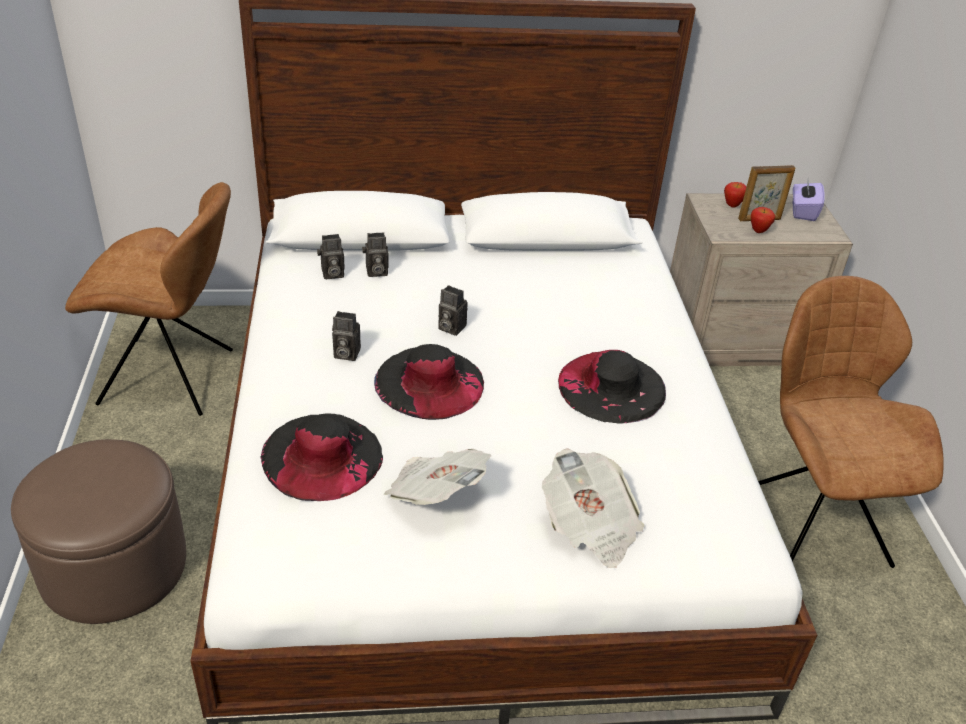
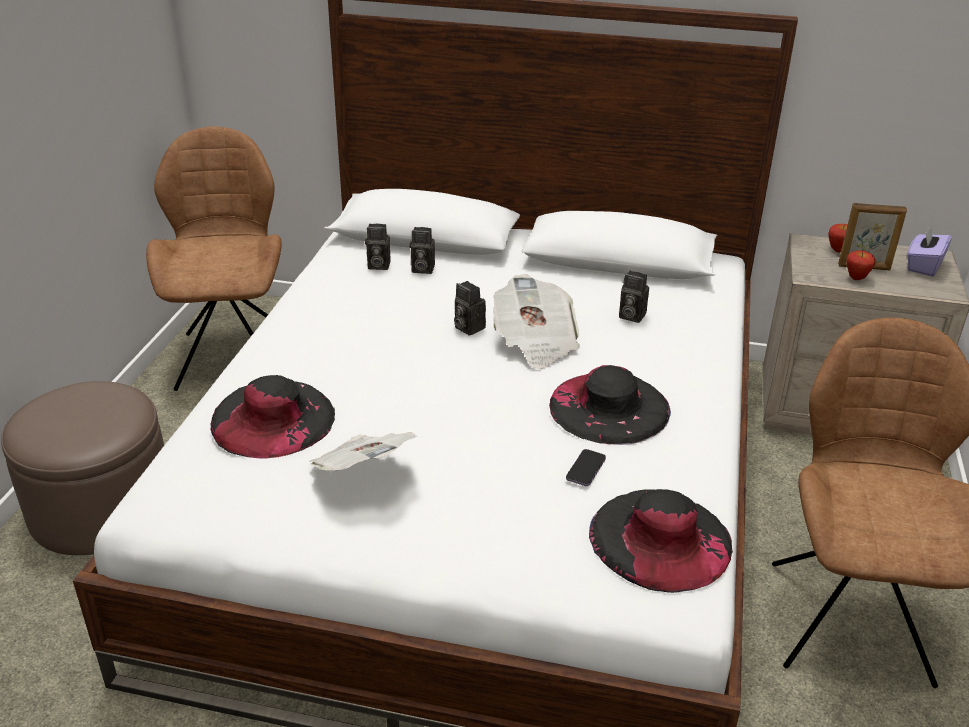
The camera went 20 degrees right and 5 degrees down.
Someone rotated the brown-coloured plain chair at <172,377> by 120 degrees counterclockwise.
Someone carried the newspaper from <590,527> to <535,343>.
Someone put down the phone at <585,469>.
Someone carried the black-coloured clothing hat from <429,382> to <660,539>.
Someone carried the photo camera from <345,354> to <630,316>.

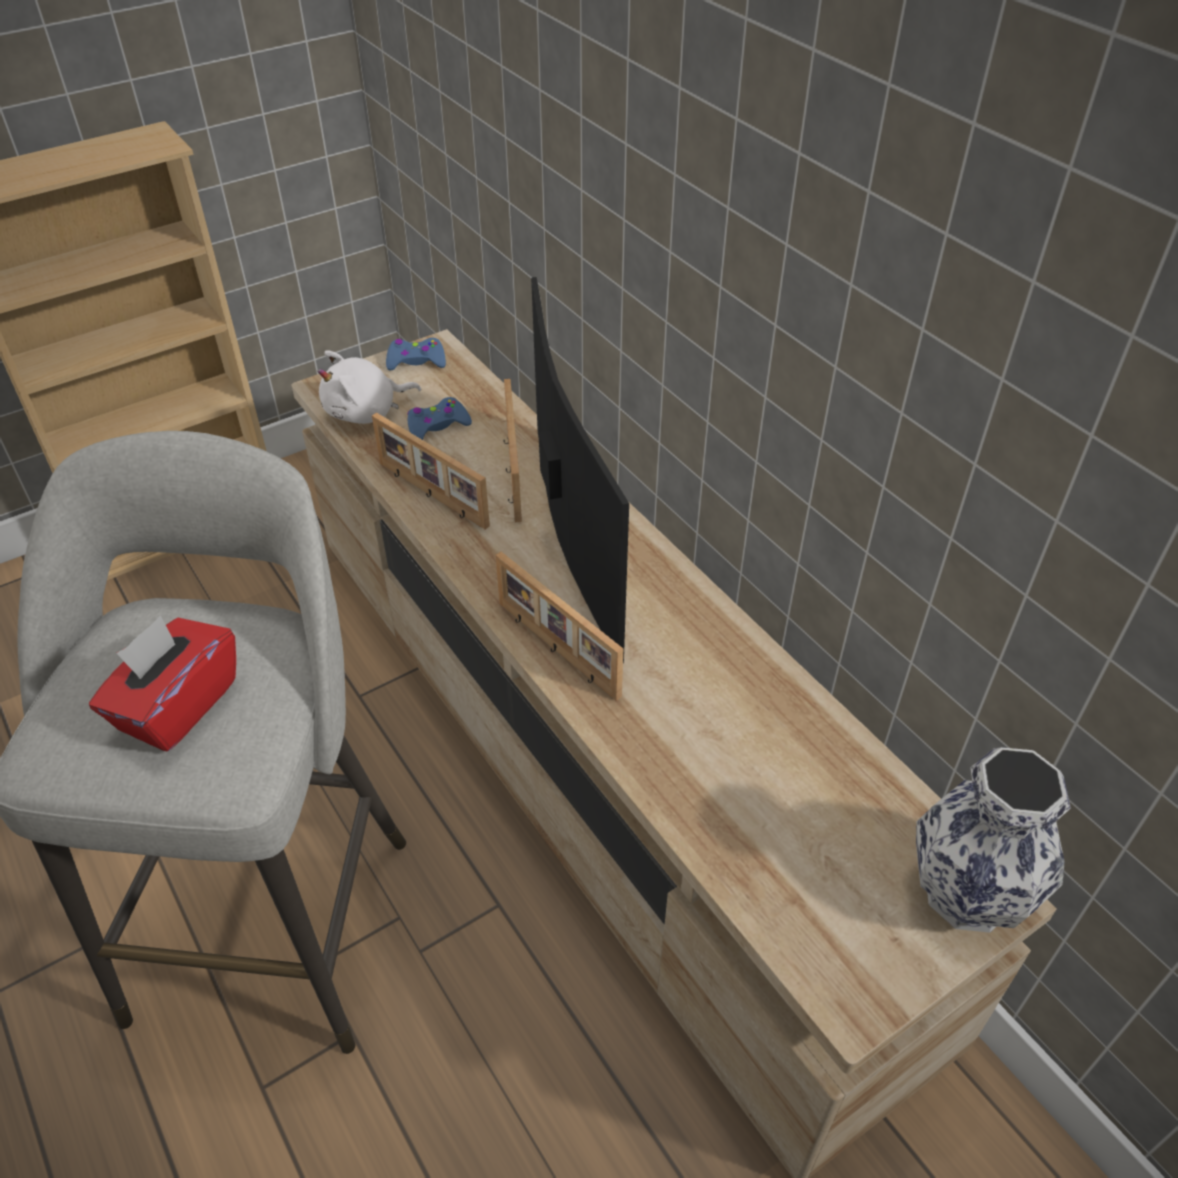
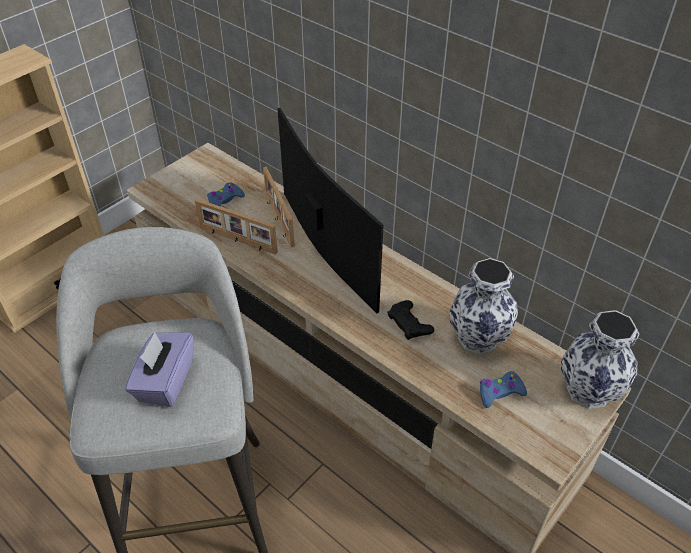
The camera went 15 degrees left and 0 degrees up.
Someone repainted the red box of tissues at <177,705>, which became the purple box of tissues at <165,381>.
Someone put down the black-coloured game controller at <409,323>.
Someone put down the decorative vase at <479,337>.
Someone carried the blue-coloured game controller from <416,361> to <500,392>.
Someone took away the white-coloured cuddly toy at <366,412>.
Someone took away the picture frame at <556,650>.

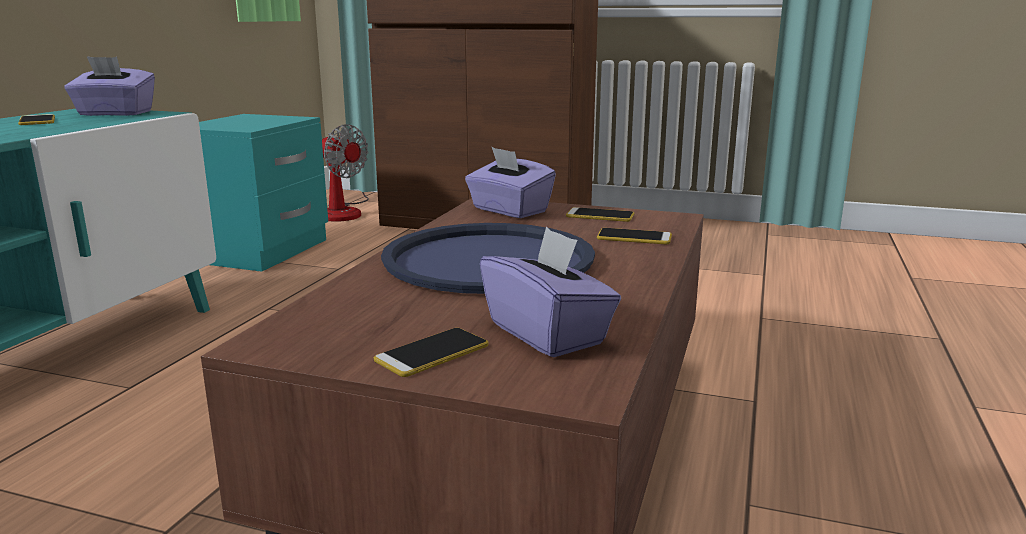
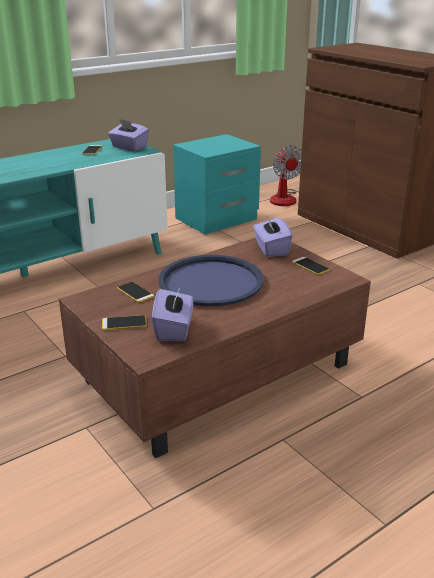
The camera went 35 degrees right and 10 degrees up.
Someone carried the phone from <634,237> to <135,292>.

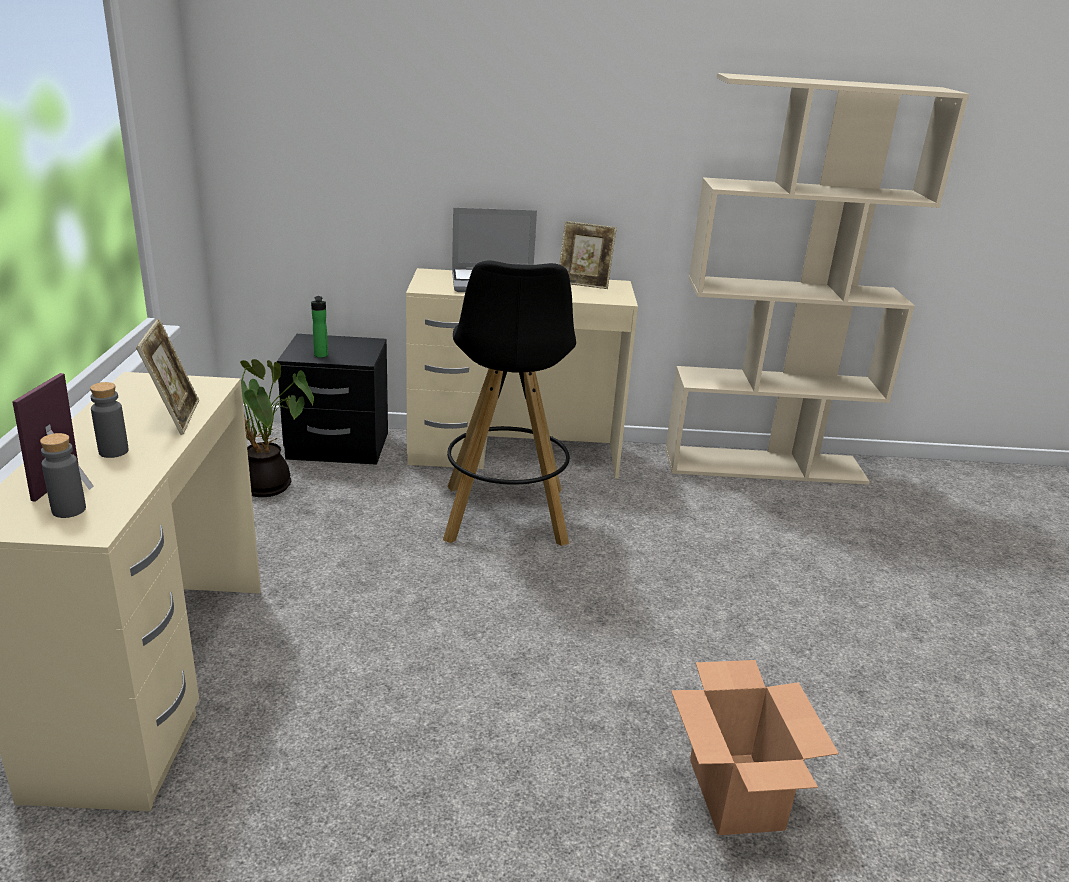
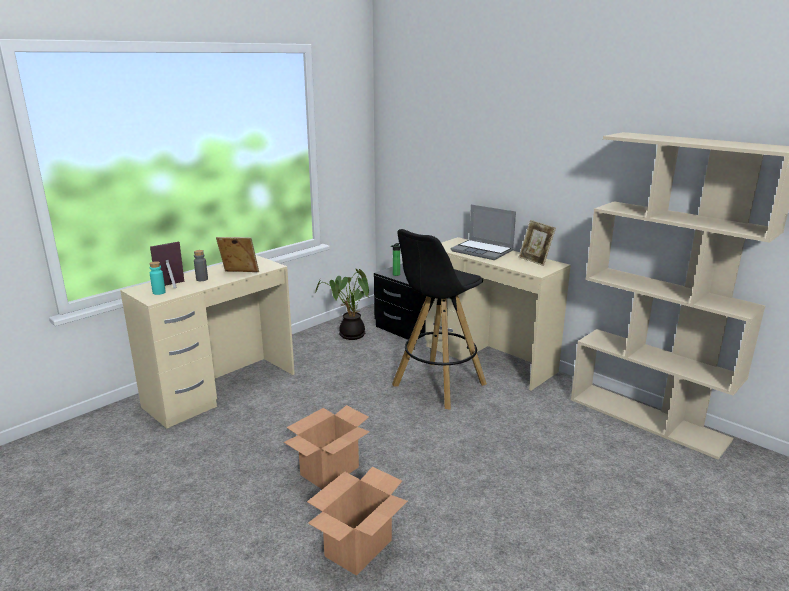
The camera went 45 degrees right and 5 degrees down.
Someone repainted the gray beverage bottle at <69,510>, which became the turquoise-coloured beverage bottle at <159,292>.
Someone rotated the picture frame at <175,417> by 120 degrees counterclockwise.
Someone put down the cardboard box at <329,471>.

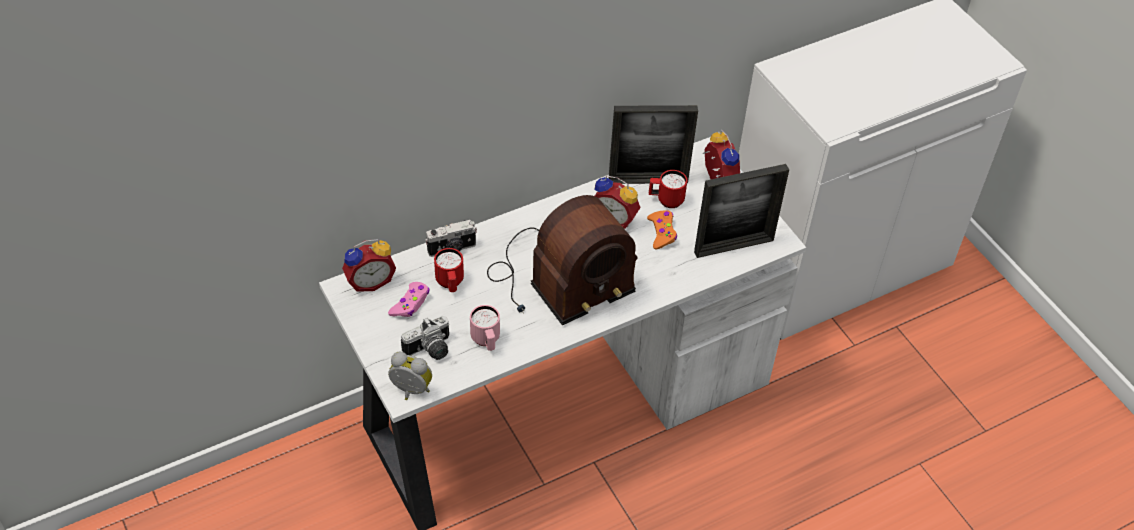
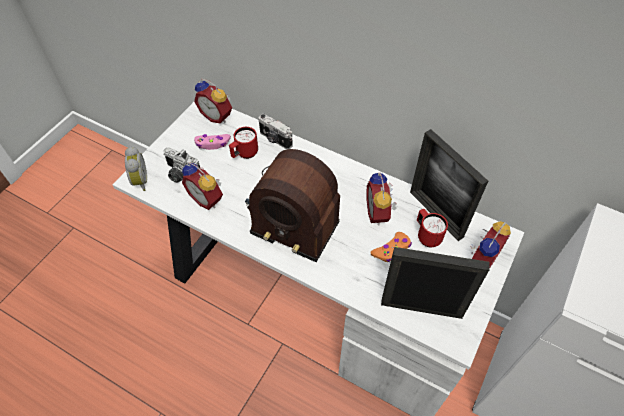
The camera went 60 degrees right and 5 degrees up.
Someone swapped the pink-coloured coffee mug at <486,341> for the alarm clock at <207,198>.
Someone rotated the picture frame at <734,246> by 150 degrees clockwise.

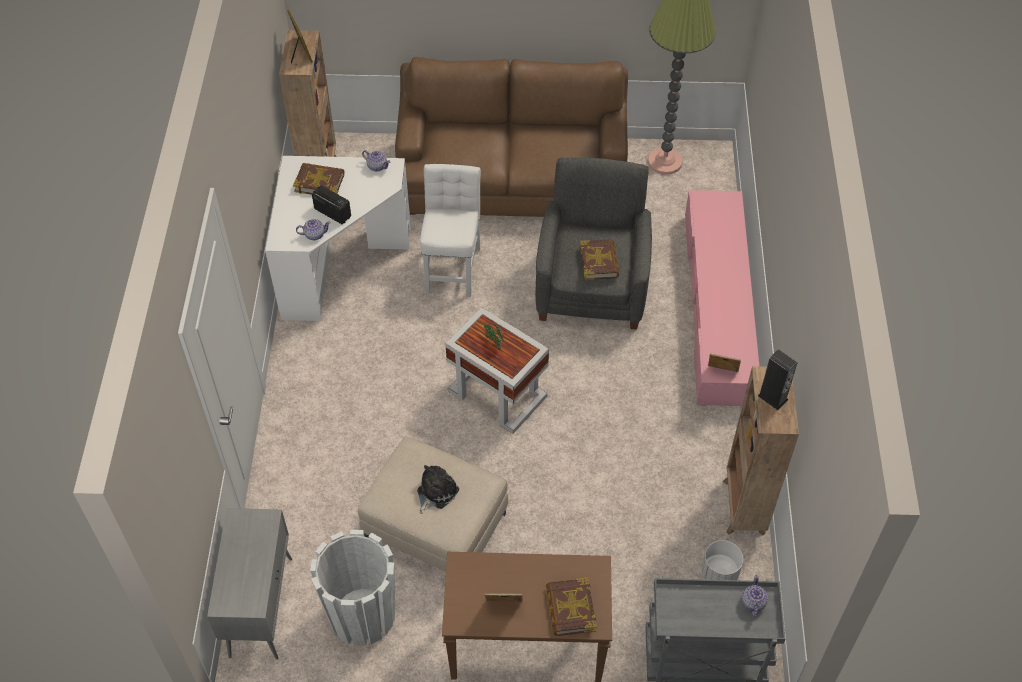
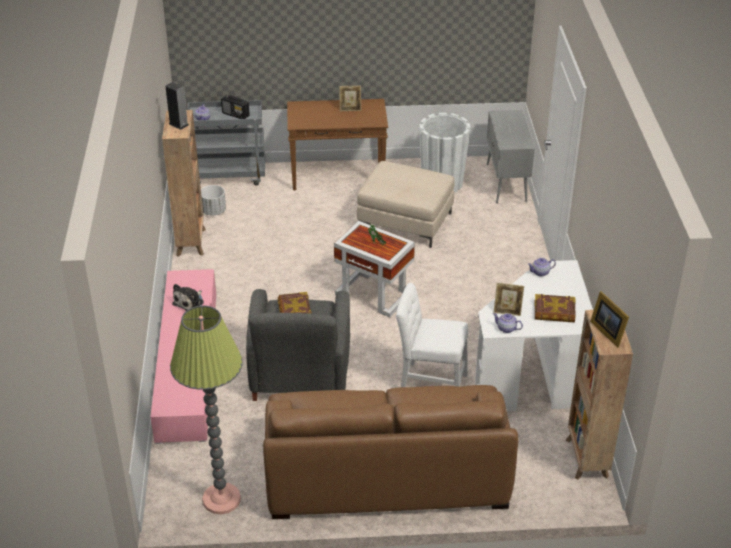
The camera went 175 degrees right and 15 degrees down.
Someone carried the cuddly toy from <435,492> to <189,302>.
Someone carried the radio receiver from <332,212> to <236,114>.
Someone rotated the white-coloured plain chair at <452,266> by 105 degrees clockwise.
Someone carried the picture frame from <722,372> to <507,311>.
Someone took away the book at <570,609>.

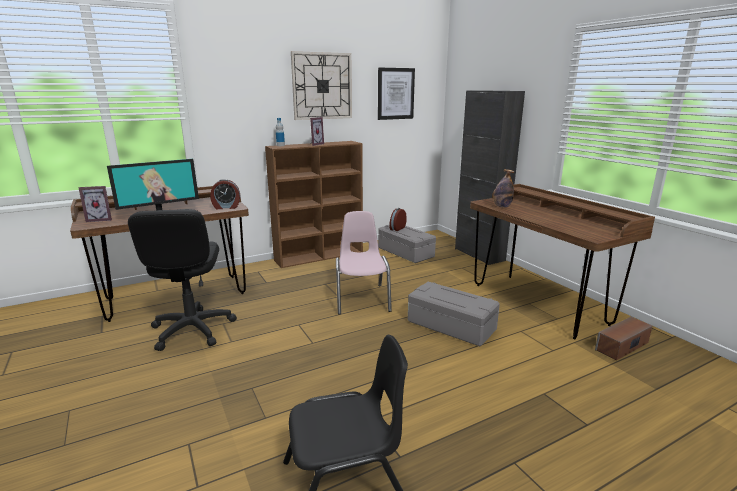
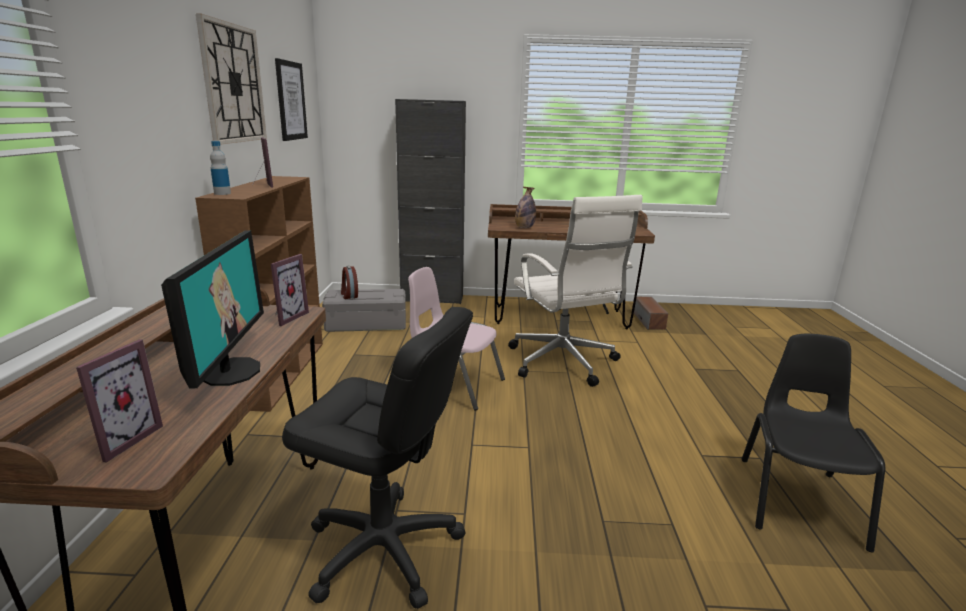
The camera went 60 degrees left and 0 degrees up.
Someone swapped the alarm clock at <226,207> for the picture frame at <285,317>.
Someone swapped the gray storage bin at <450,326> for the white-coloured office chair at <563,363>.

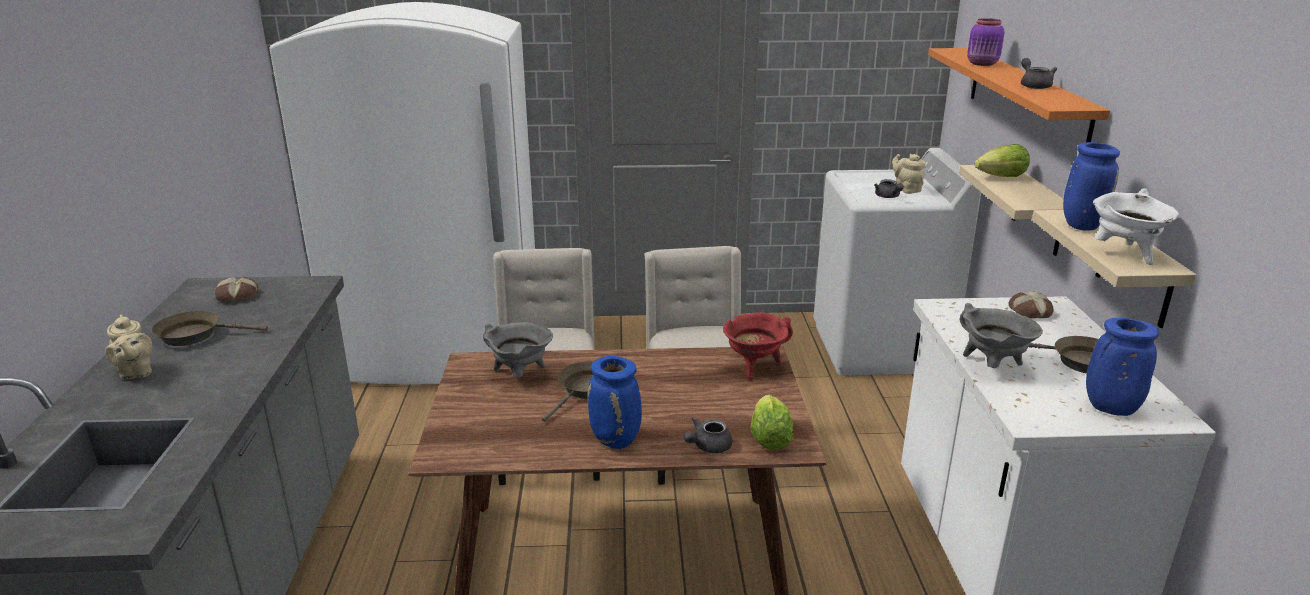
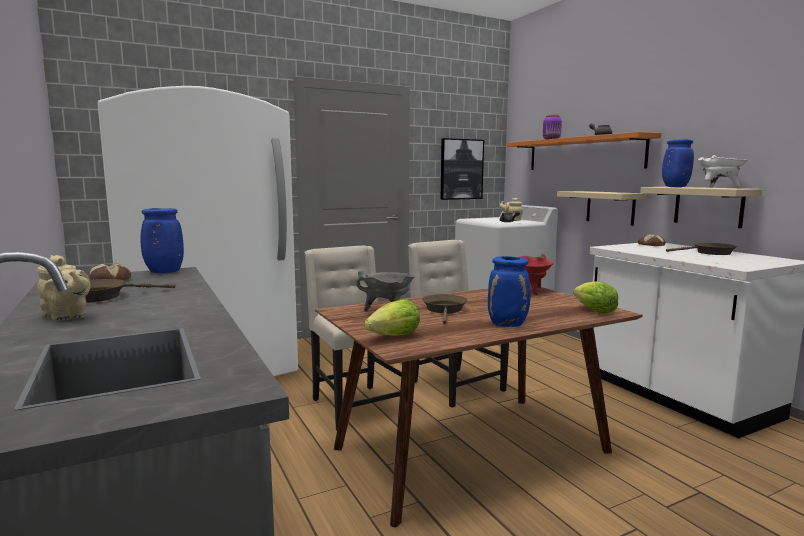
The camera went 25 degrees left and 15 degrees down.
Someone carried the blue-coloured decorative vase from <1109,408> to <163,272>.
Someone carried the lettuce from <1002,177> to <395,336>.
Someone put up the wall picture at <461,169>.
Someone took away the gray pot for tea at <707,446>.
Someone took away the gray saucepot at <992,366>.

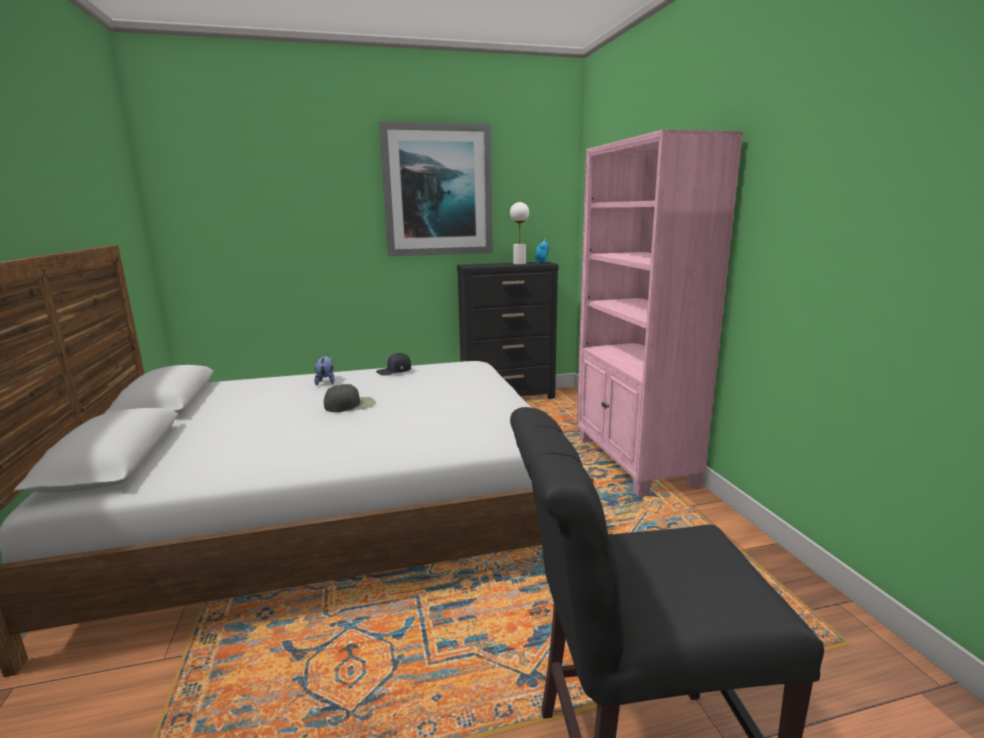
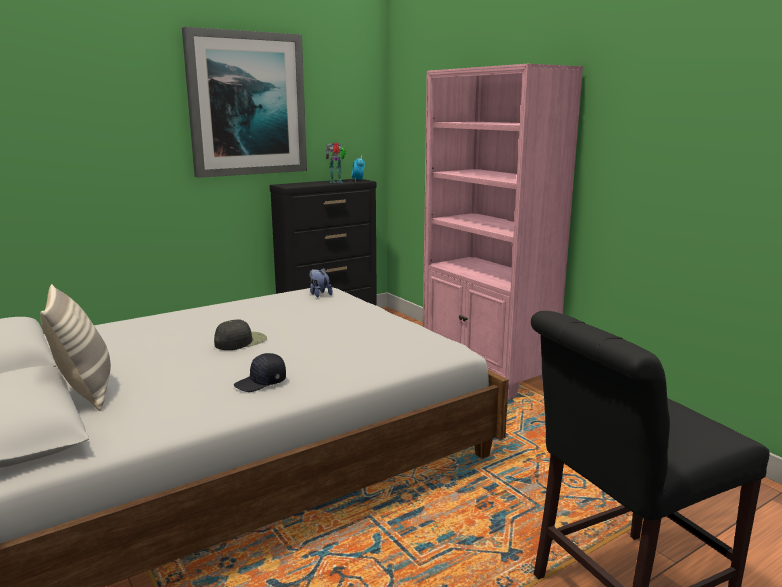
The camera went 20 degrees left and 0 degrees up.
Someone put down the cushion at <86,391>.
Someone carried the black-coloured cap from <394,372> to <261,383>.
Someone carried the cuddly toy from <326,382> to <319,294>.
Someone swapped the white-coloured lamp for a table at <519,264> for the model robot at <336,182>.

